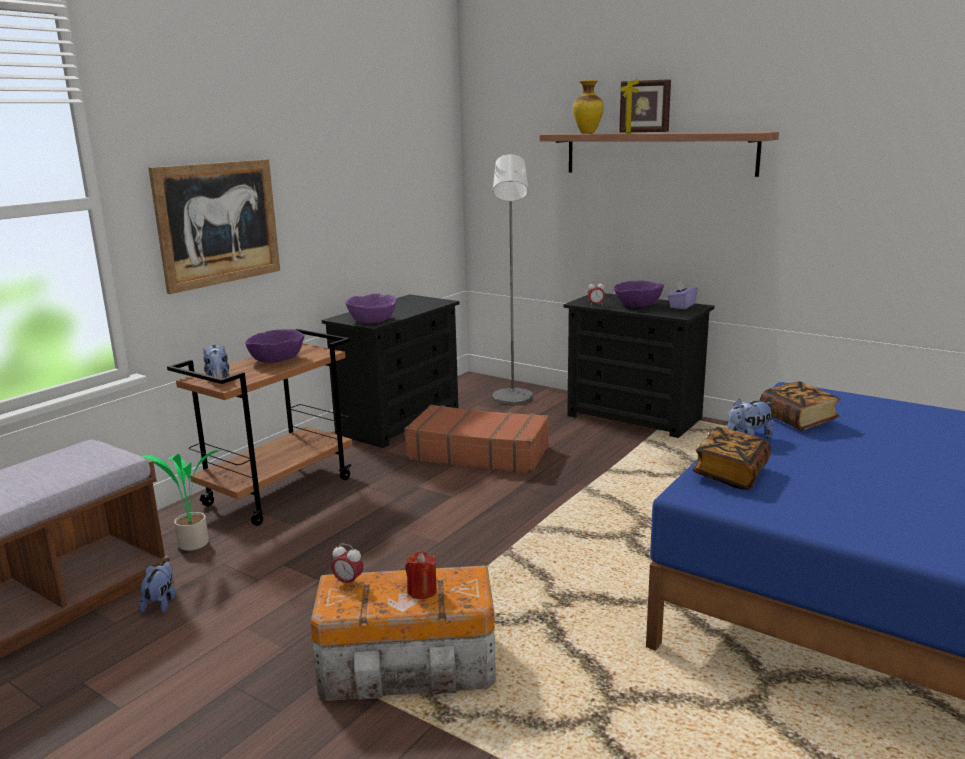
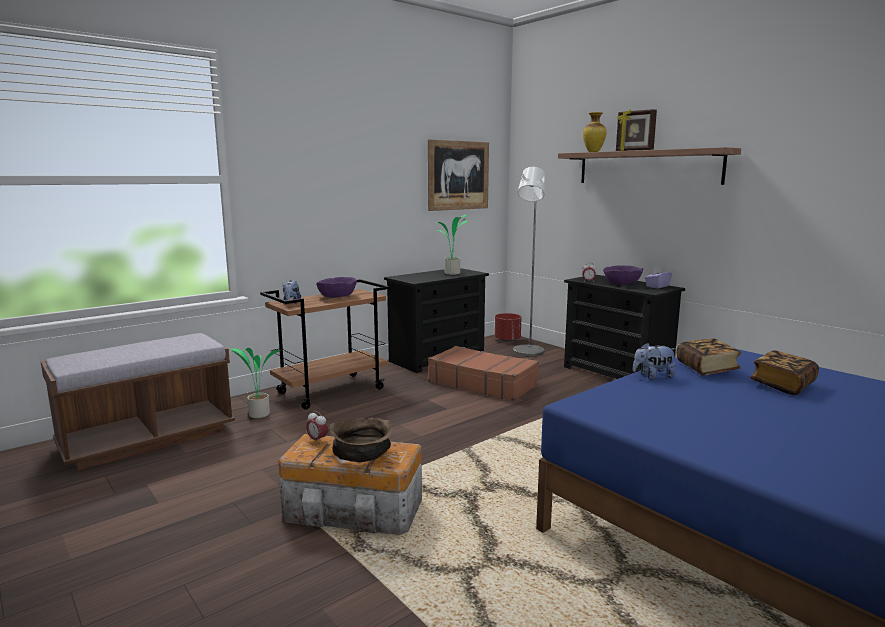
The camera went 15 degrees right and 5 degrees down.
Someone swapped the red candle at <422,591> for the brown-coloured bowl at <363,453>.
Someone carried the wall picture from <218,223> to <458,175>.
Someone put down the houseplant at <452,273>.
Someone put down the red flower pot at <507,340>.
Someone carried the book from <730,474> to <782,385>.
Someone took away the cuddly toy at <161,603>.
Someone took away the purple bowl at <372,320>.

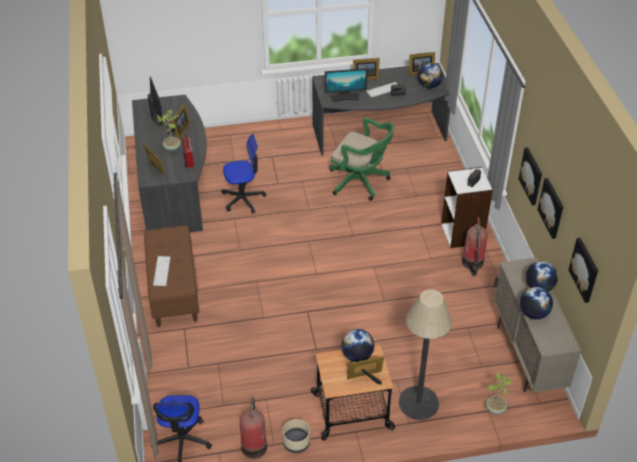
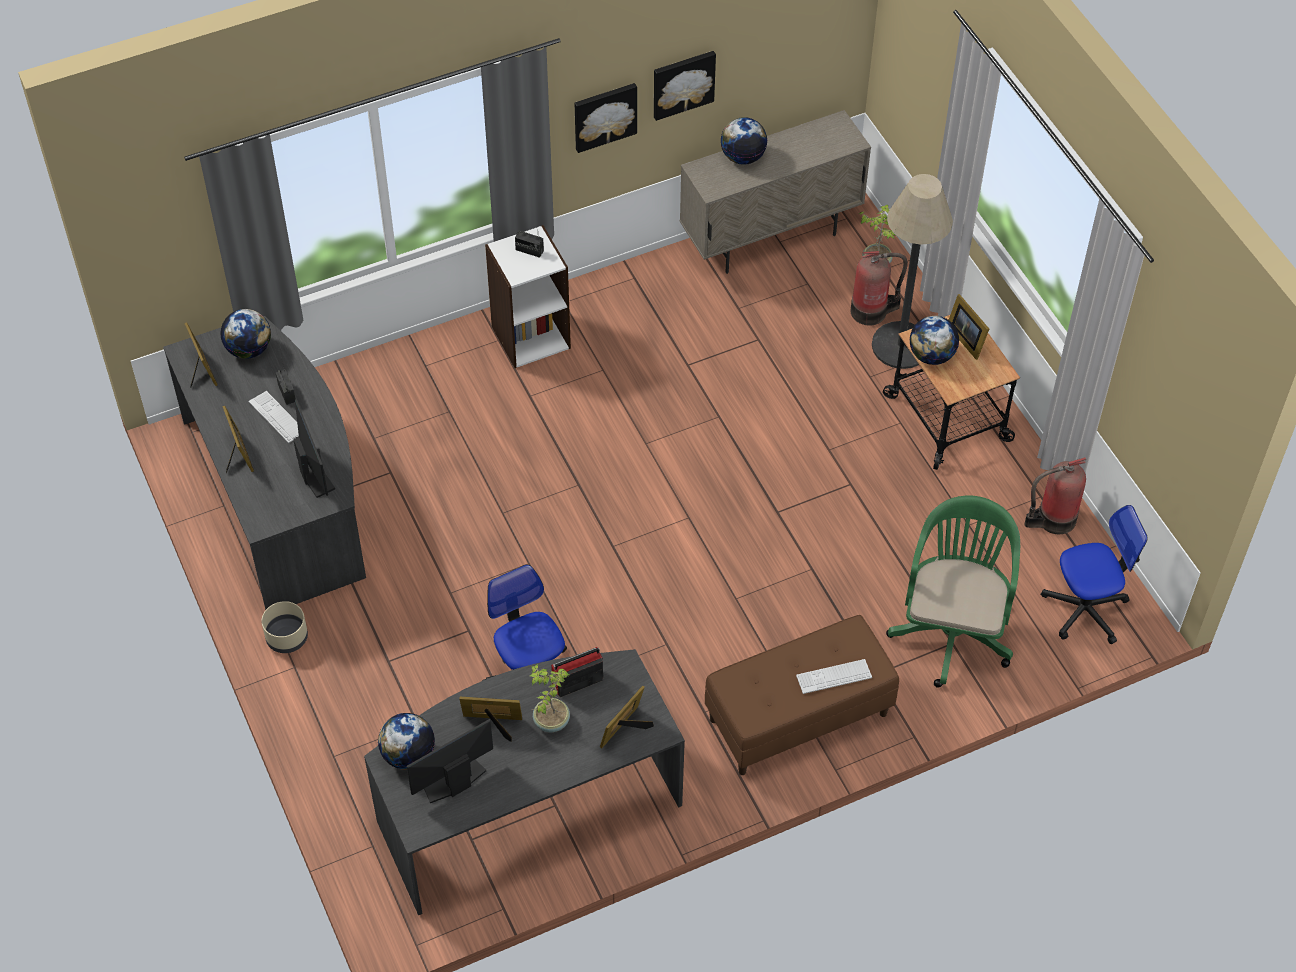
The camera went 105 degrees left and 10 degrees up.
Someone carried the beige flower pot from <296,442> to <286,637>.
Someone carried the globe from <533,313> to <408,754>.
Someone carried the fire extinguisher from <472,263> to <871,311>.
Someone carried the green-coloured office chair from <361,182> to <952,629>.
Someone took away the wall picture at <585,270>.

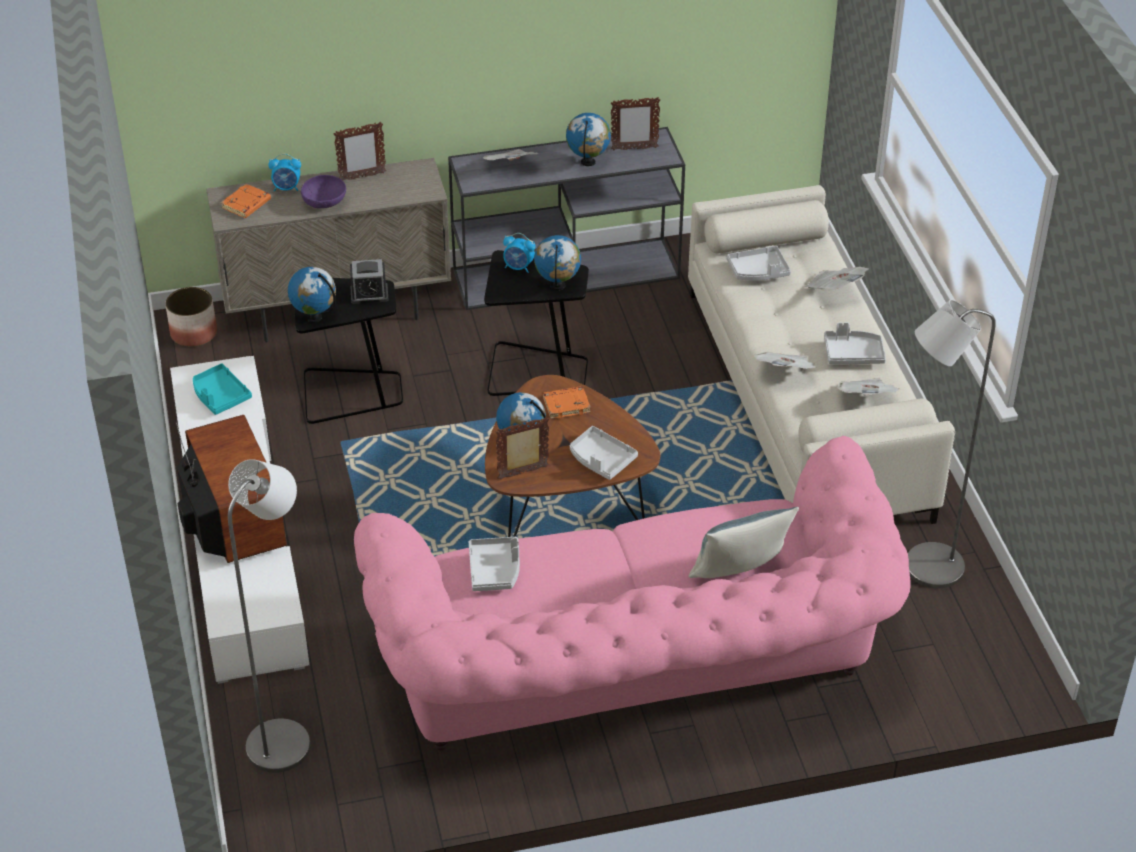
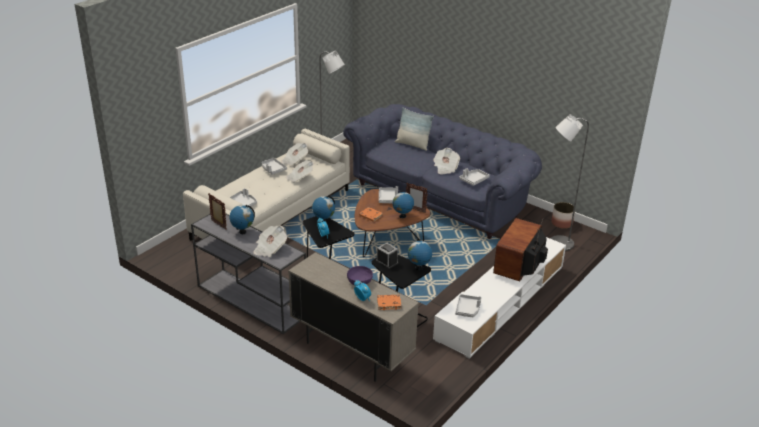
The camera went 130 degrees left and 10 degrees down.
Someone repainted the pink-coloured couch at <635,677>, which became the blue-coloured couch at <441,197>.
Someone carried the newspaper from <834,290> to <445,168>.
Someone repainted the turquoise-coloured tray at <220,396>, which became the gray tray at <468,309>.
Someone carried the flower pot from <193,333> to <562,223>.
Someone took away the picture frame at <362,177>.

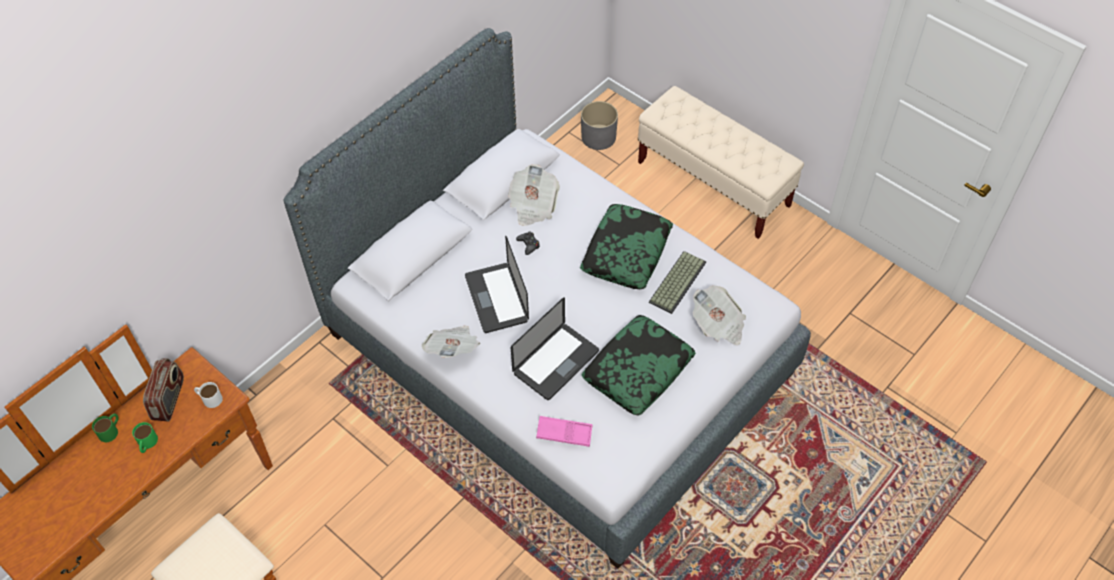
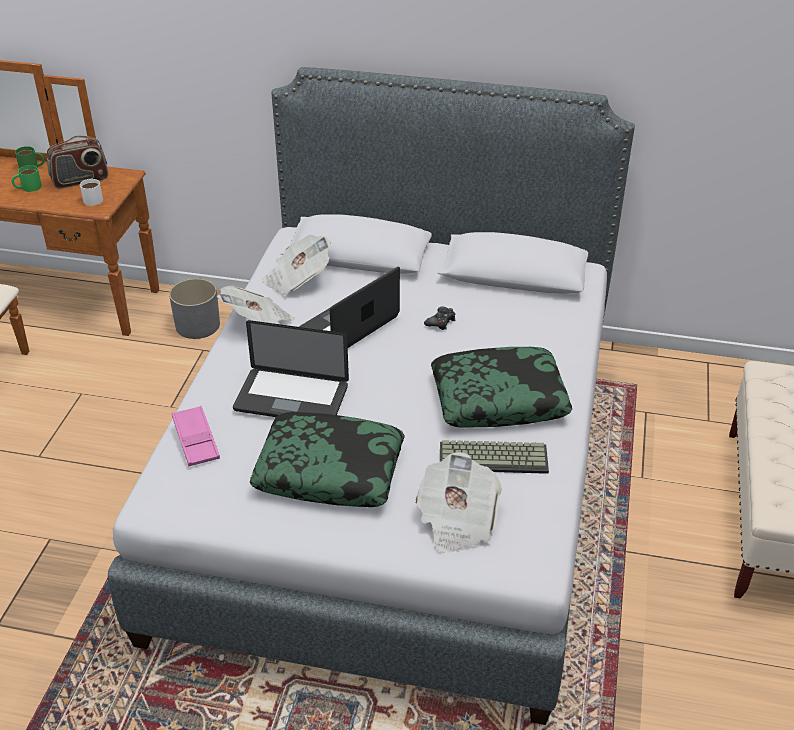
The camera went 60 degrees right and 15 degrees down.
Someone carried the gray flower pot from <598,137> to <198,325>.
Someone carried the newspaper from <533,205> to <297,279>.

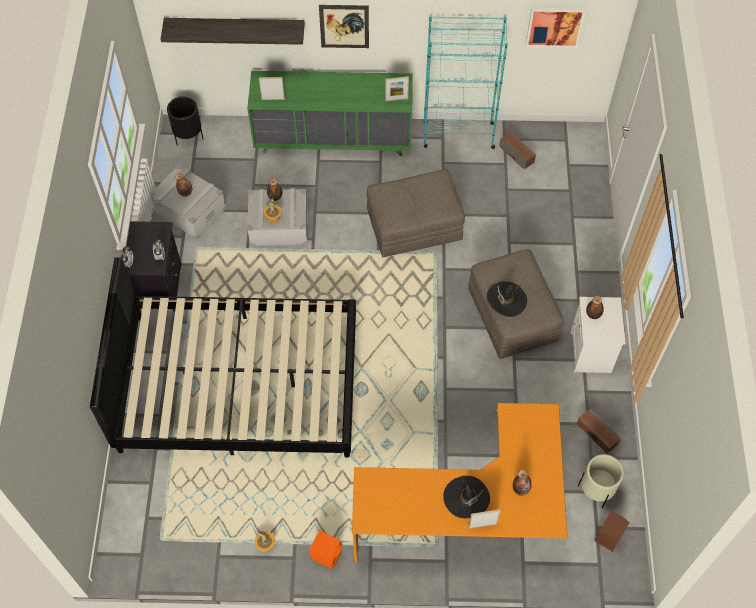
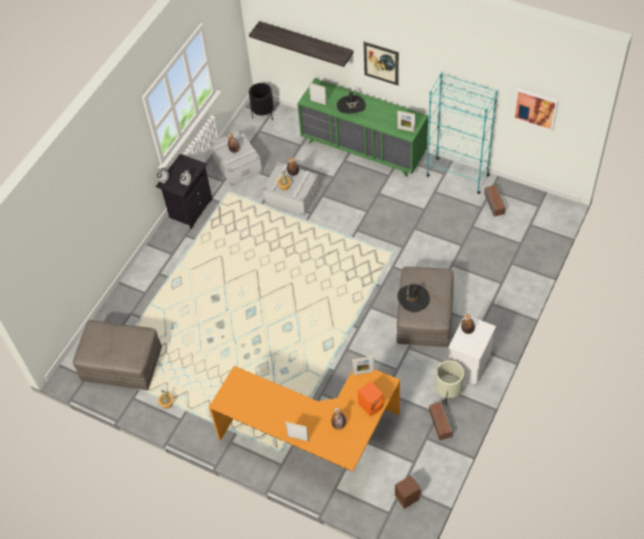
The camera went 30 degrees right and 5 degrees down.
Someone carried the gray pouffe from <414,226> to <121,364>.
Someone carried the black-coloured clothing hat from <466,498> to <351,106>.
Someone put down the picture frame at <363,373>.
Someone carried the orange-coloured audio speaker from <327,554> to <371,405>.
Someone carried the beige flower pot from <596,491> to <448,392>.
Someone took away the black-coloured bedroom bed at <239,384>.

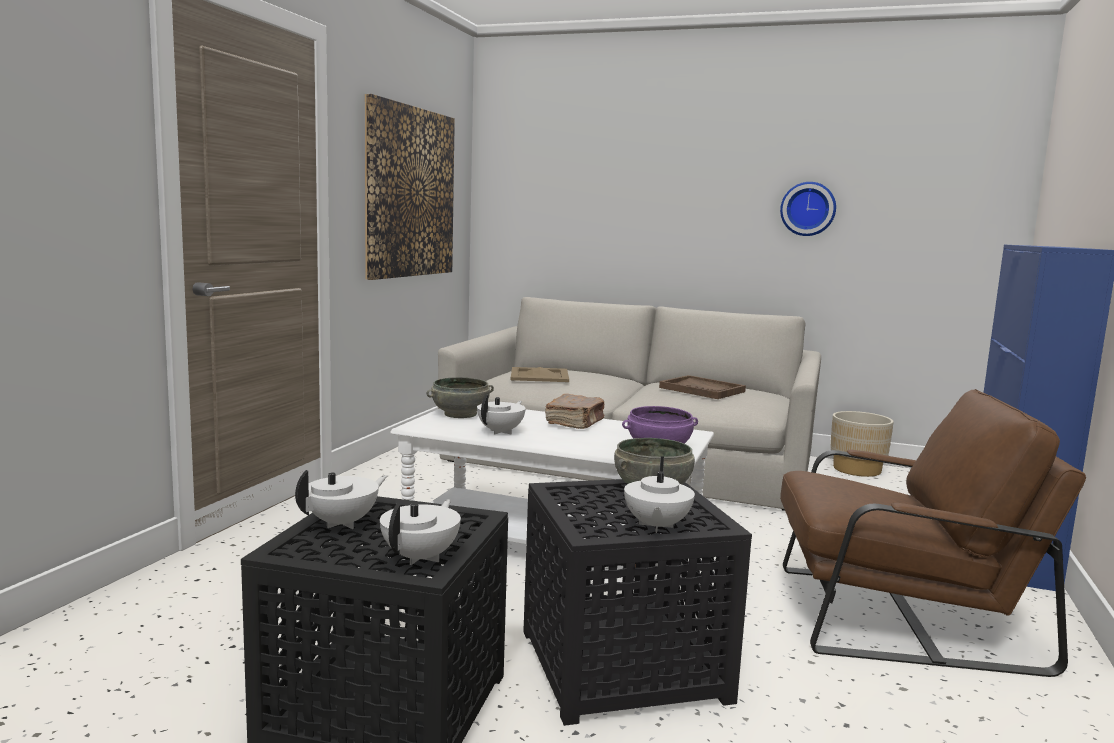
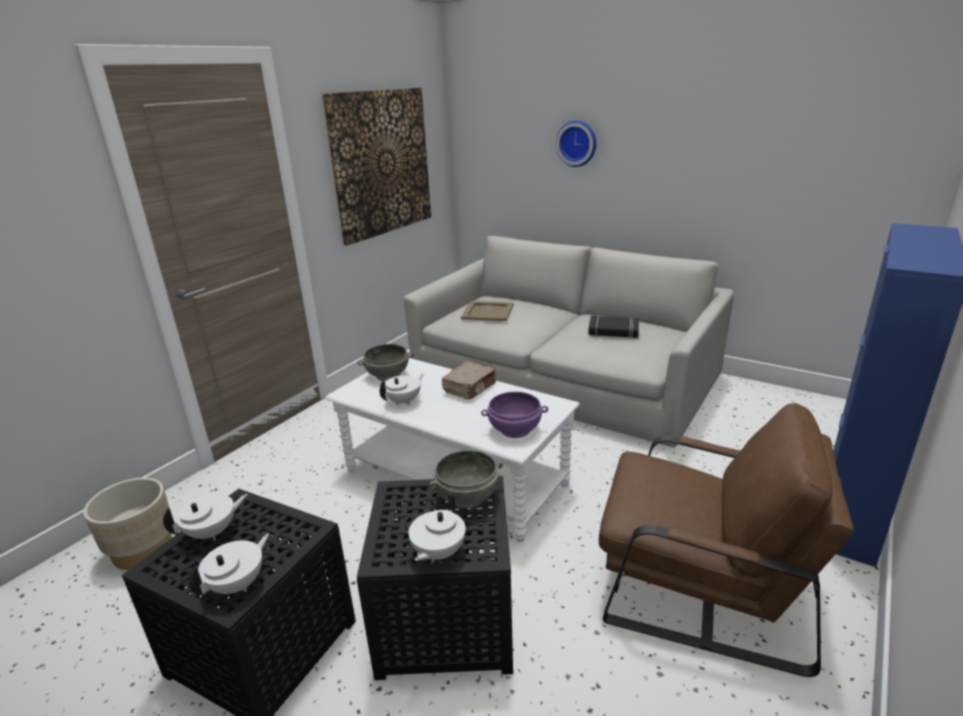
The camera went 15 degrees right and 15 degrees up.
Someone carried the beige flower pot from <857,470> to <143,550>.
Someone carried the hanging clock from <808,209> to <577,143>.
Someone swapped the brown-coloured tray at <702,390> for the black-coloured book at <613,331>.

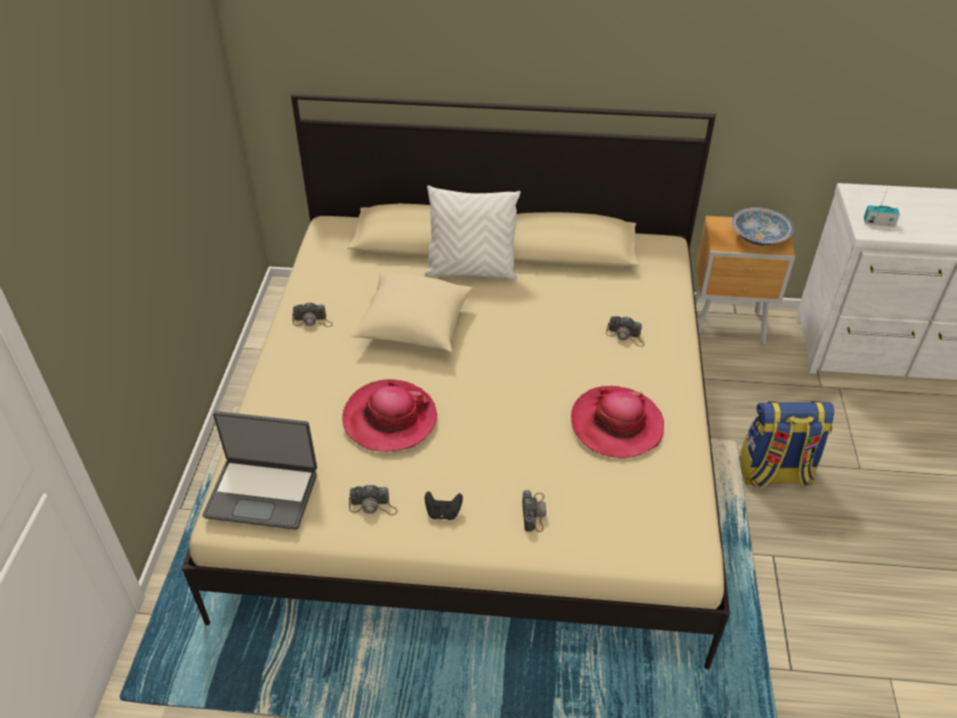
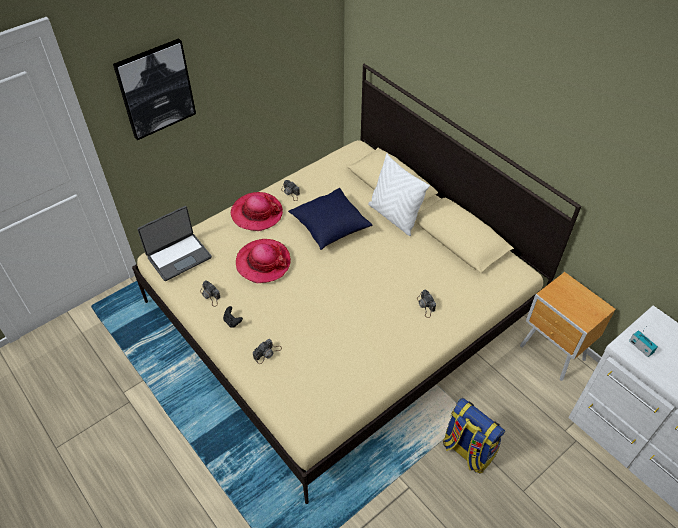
The camera went 45 degrees right and 5 degrees up.
Someone put up the wall picture at <155,89>.
Someone rotated the portable computer at <263,493> by 90 degrees counterclockwise.
Someone carried the clothing hat from <616,424> to <257,213>.
Someone repainted the beige cushion at <414,327>, which became the blue-coloured cushion at <330,227>.
Someone took away the bowl at <759,237>.

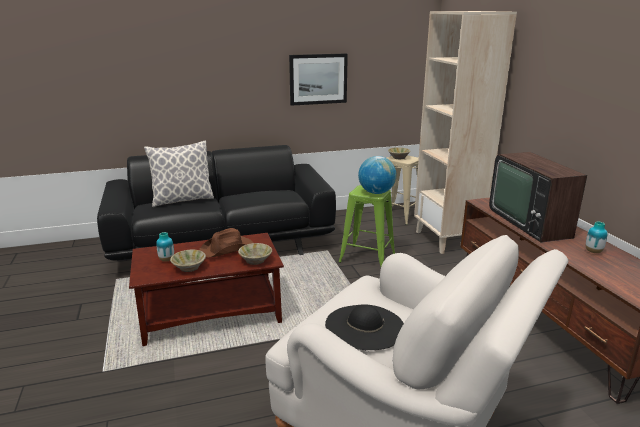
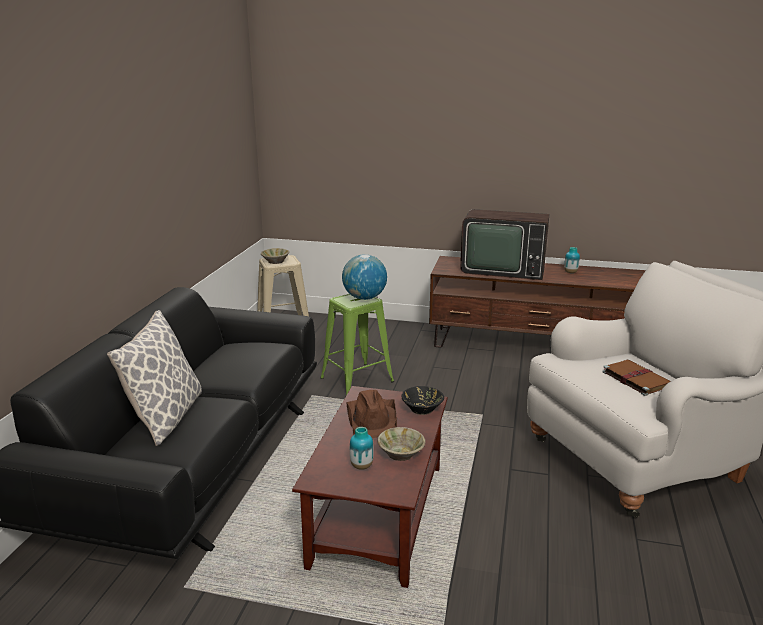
The camera went 60 degrees left and 0 degrees up.
Someone repainted the beige bowl at <255,260>, which became the black-coloured bowl at <422,409>.
Someone swapped the black-coloured clothing hat at <364,327> for the brown-coloured book at <635,379>.
Someone took away the wall picture at <318,79>.
Someone took away the beige bookshelf at <448,239>.

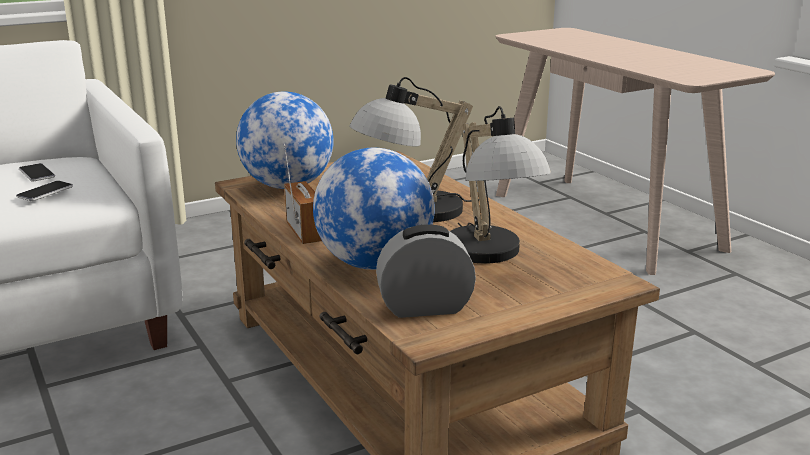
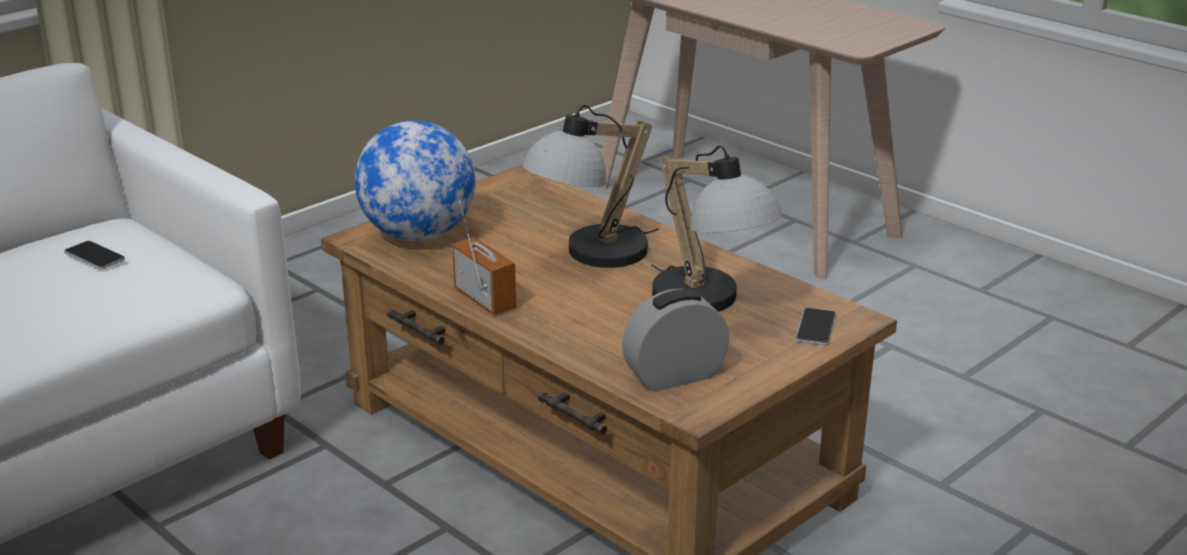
The camera went 15 degrees left and 5 degrees up.
Someone carried the phone from <45,192> to <815,328>.
Someone took away the globe at <375,264>.

